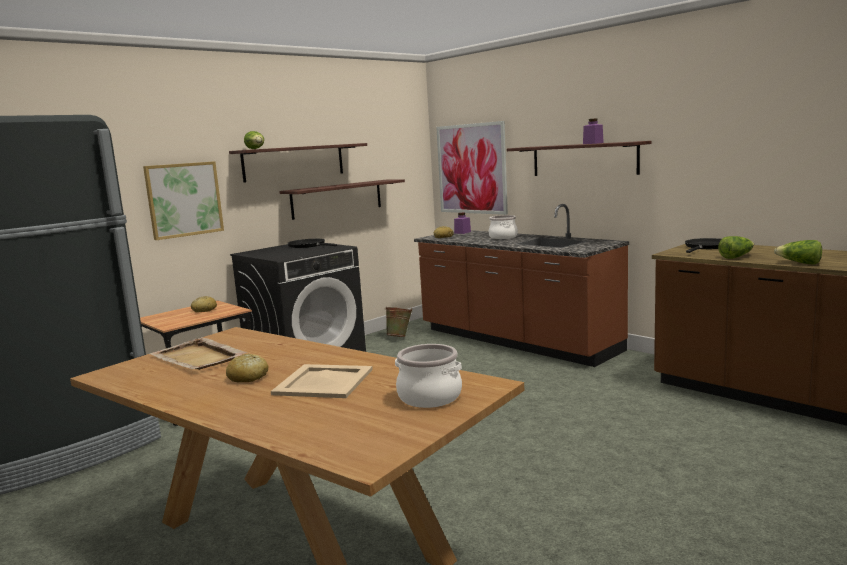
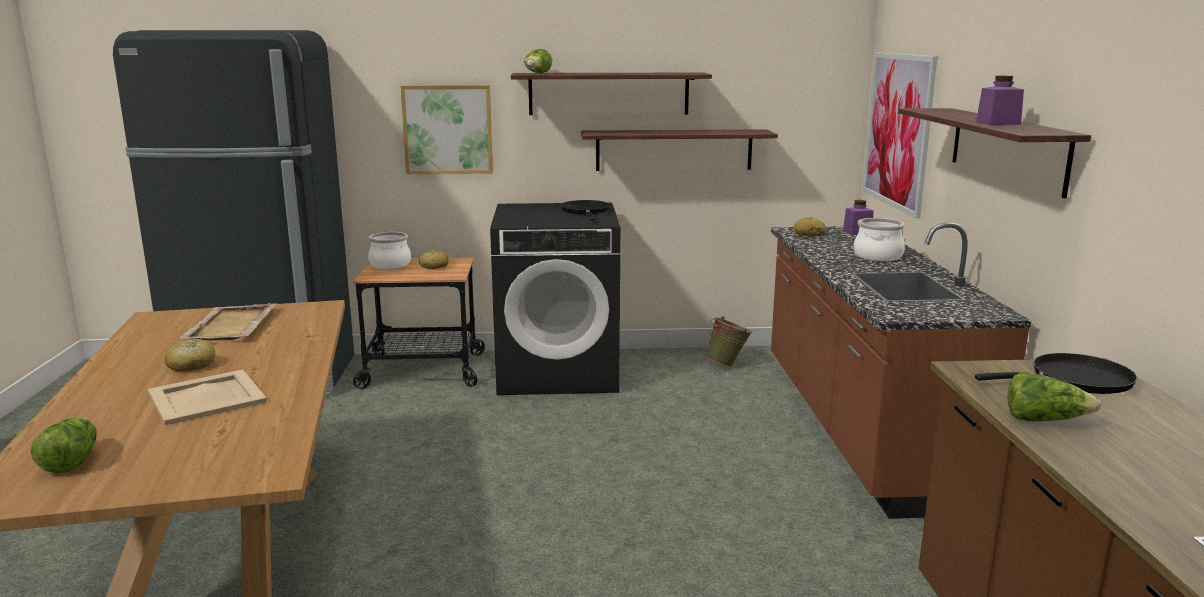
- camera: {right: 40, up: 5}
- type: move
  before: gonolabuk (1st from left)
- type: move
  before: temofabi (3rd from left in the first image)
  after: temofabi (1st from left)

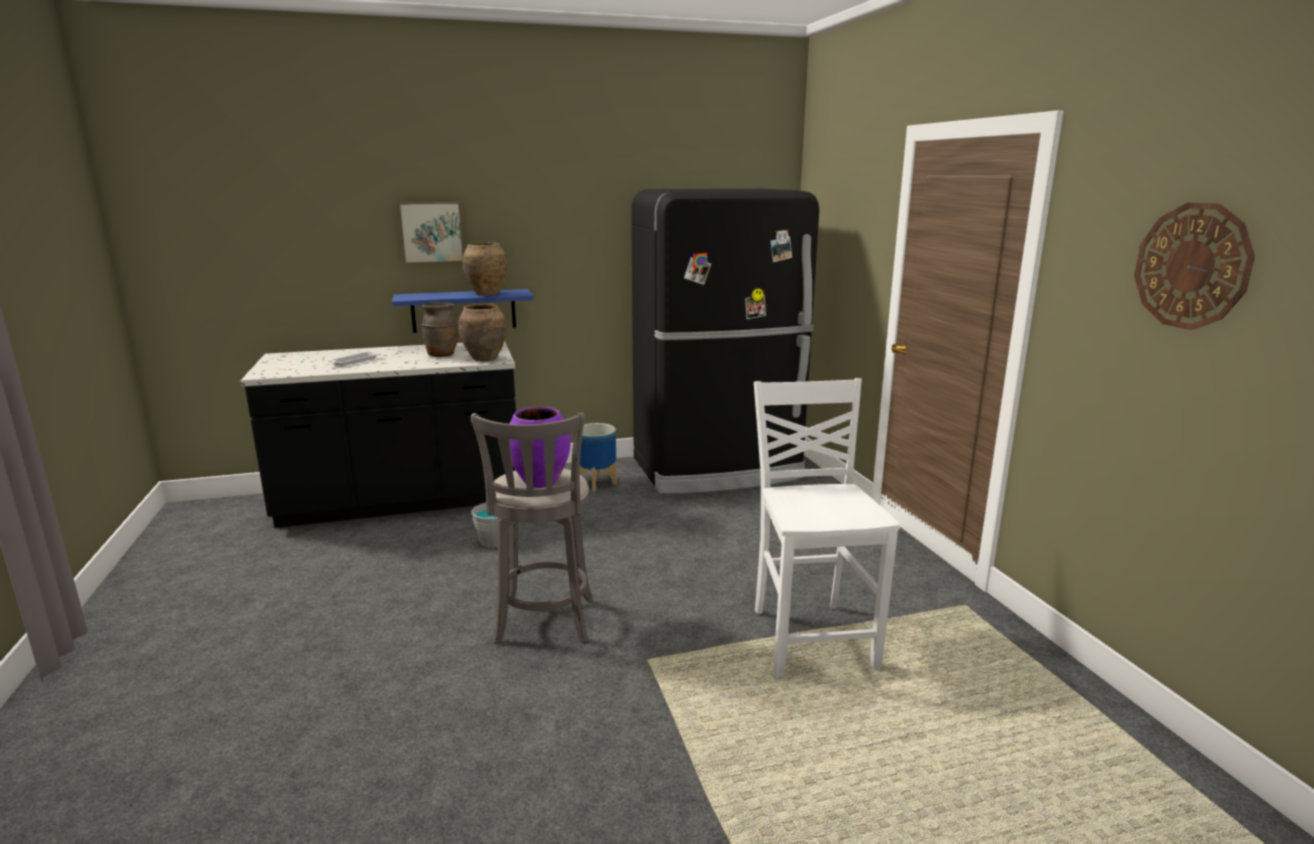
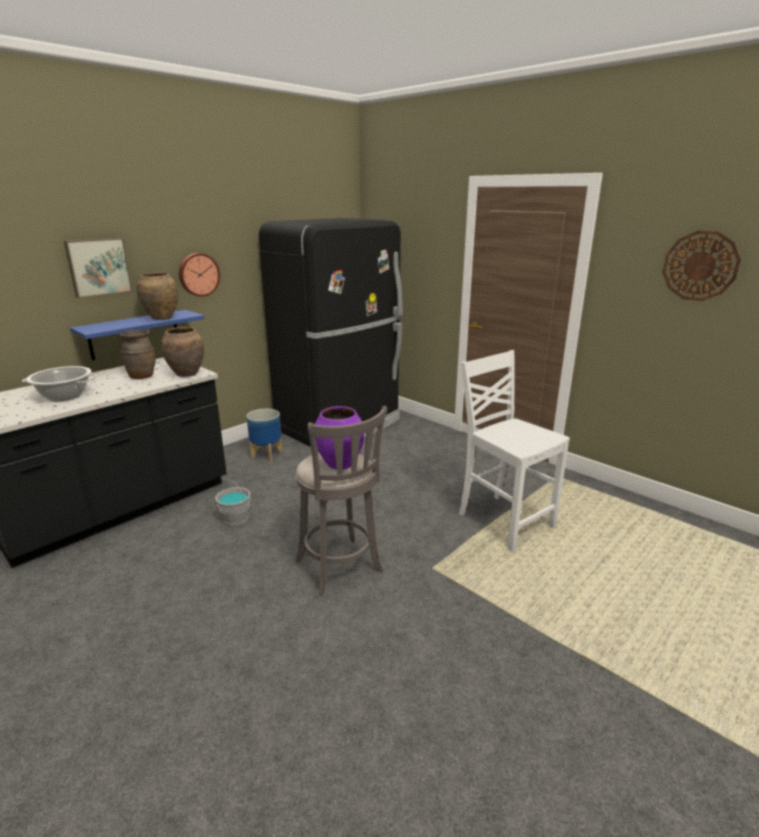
- camera: {right: -30, up: 5}
- type: replace
  before: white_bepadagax
  after: gonolabuk
- type: insert
  after: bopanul (1st from left)

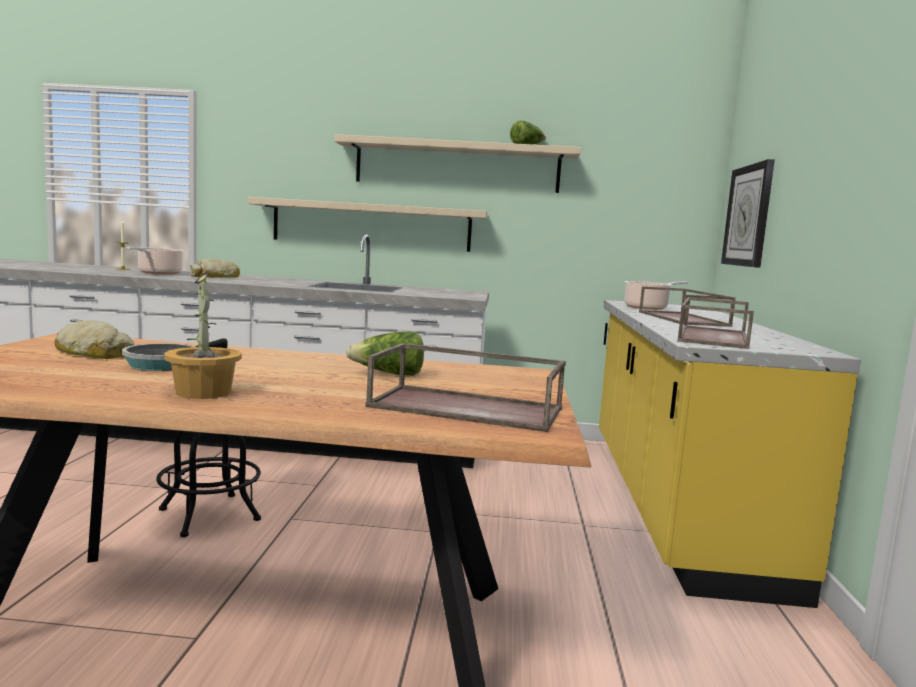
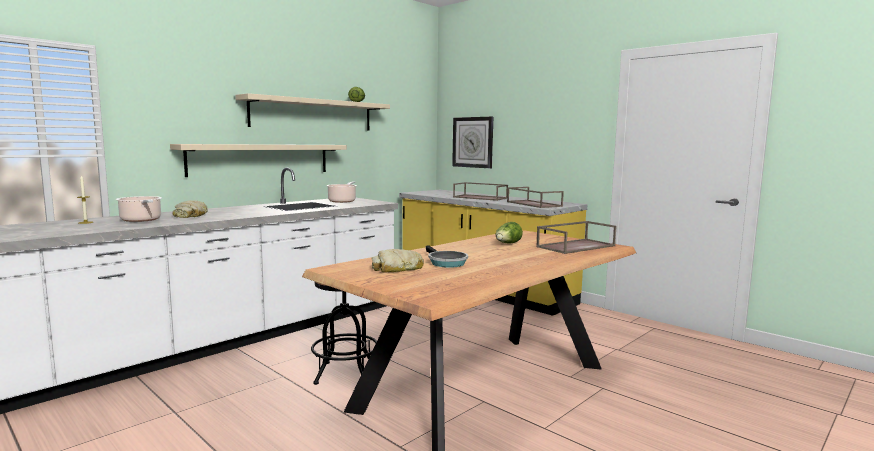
- camera: {right: -50, up: 0}
- type: delete
  before: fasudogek
- type: move
  before: gonolabuk (2nd from left)

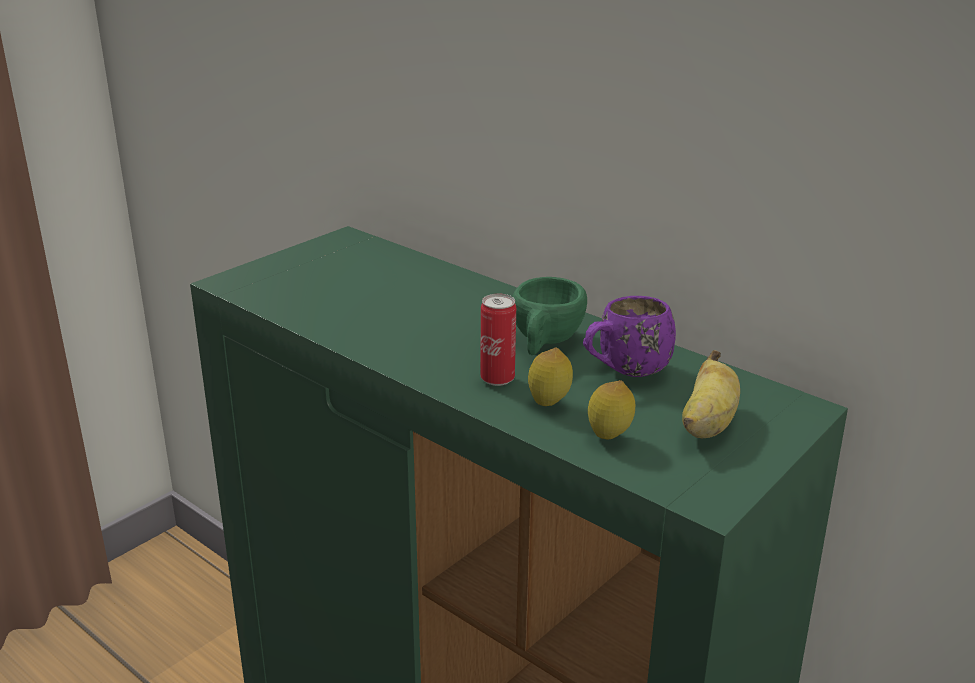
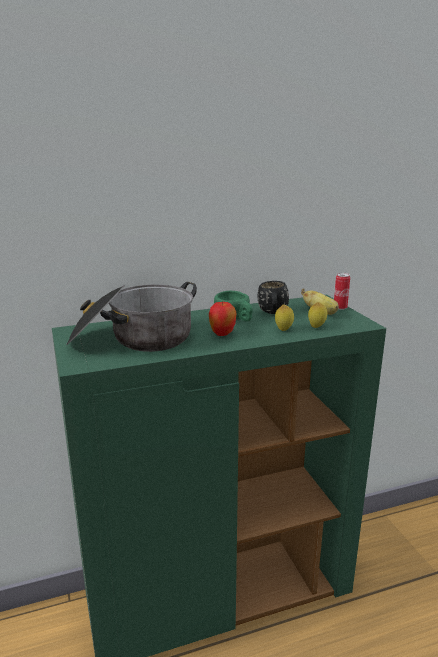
- camera: {right: -60, up: -5}
- type: move
  before: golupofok
- type: recolor
  before: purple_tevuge
  after: black_tevuge
- type: insert
  after: gonolabuk
- type: insert
  after: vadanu

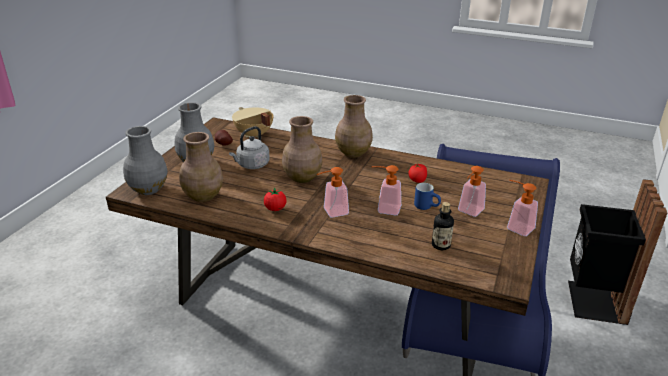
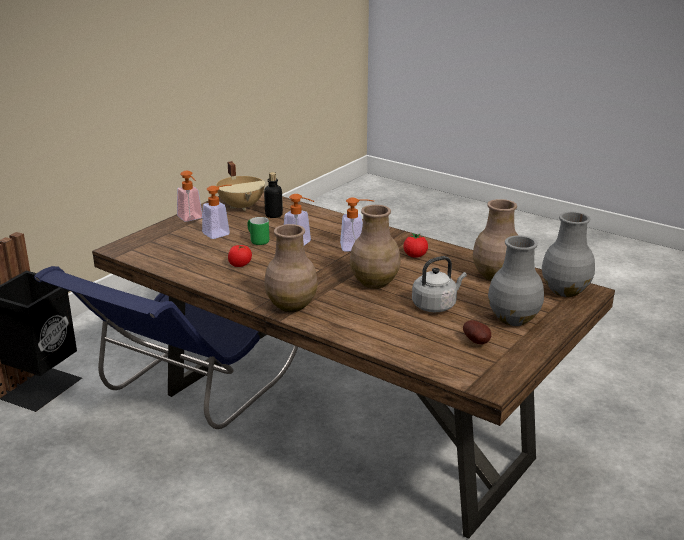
- camera: {right: -165, up: -5}
- type: move
  before: beige_gonolabuk
- type: recolor
  before: blue_tevuge
  after: green_tevuge

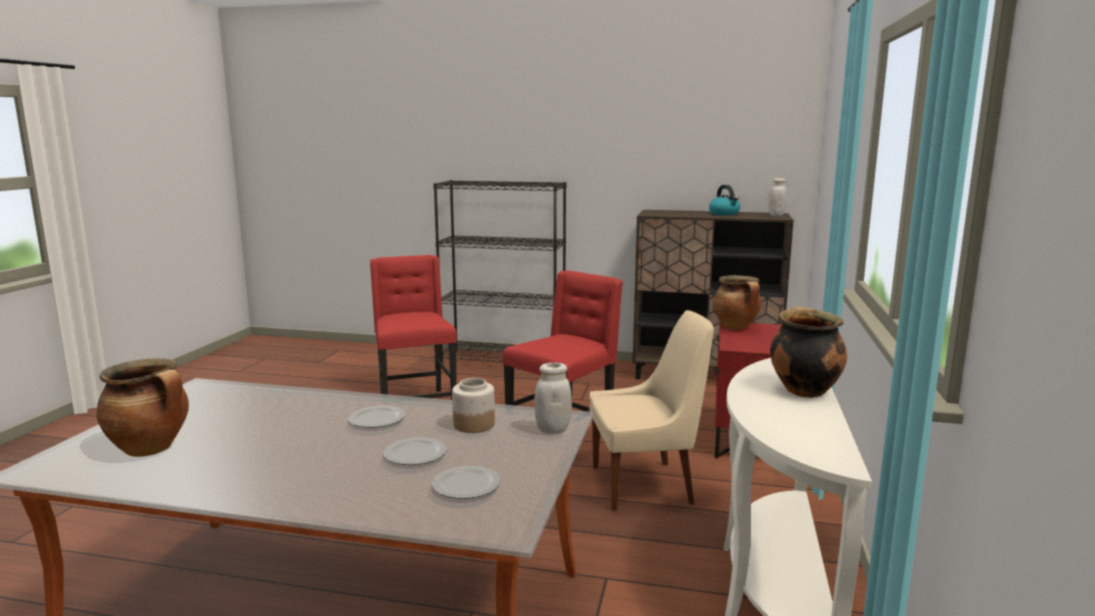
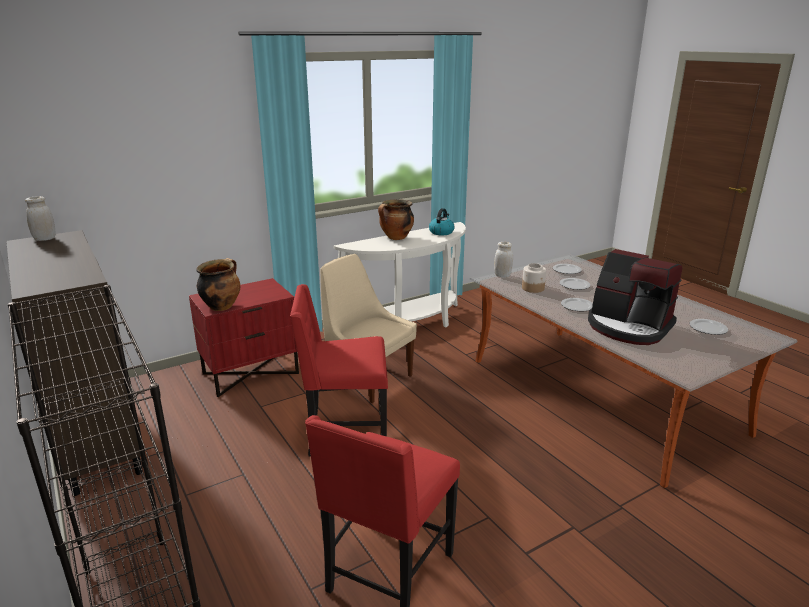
- camera: {right: -135, up: 10}
- type: replace
  before: gonolabuk (1st from left)
  after: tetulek (4th from left)
- type: move
  before: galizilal
- type: insert
  after: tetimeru

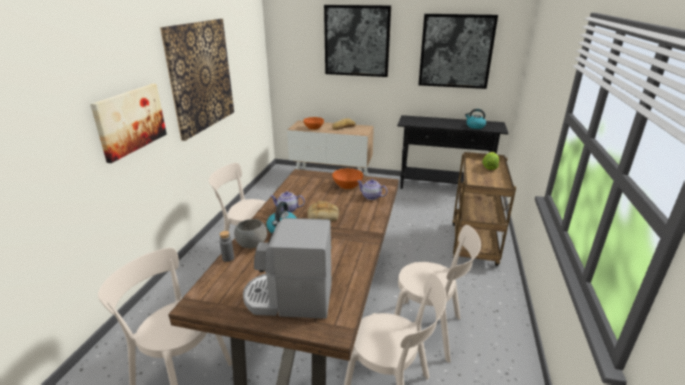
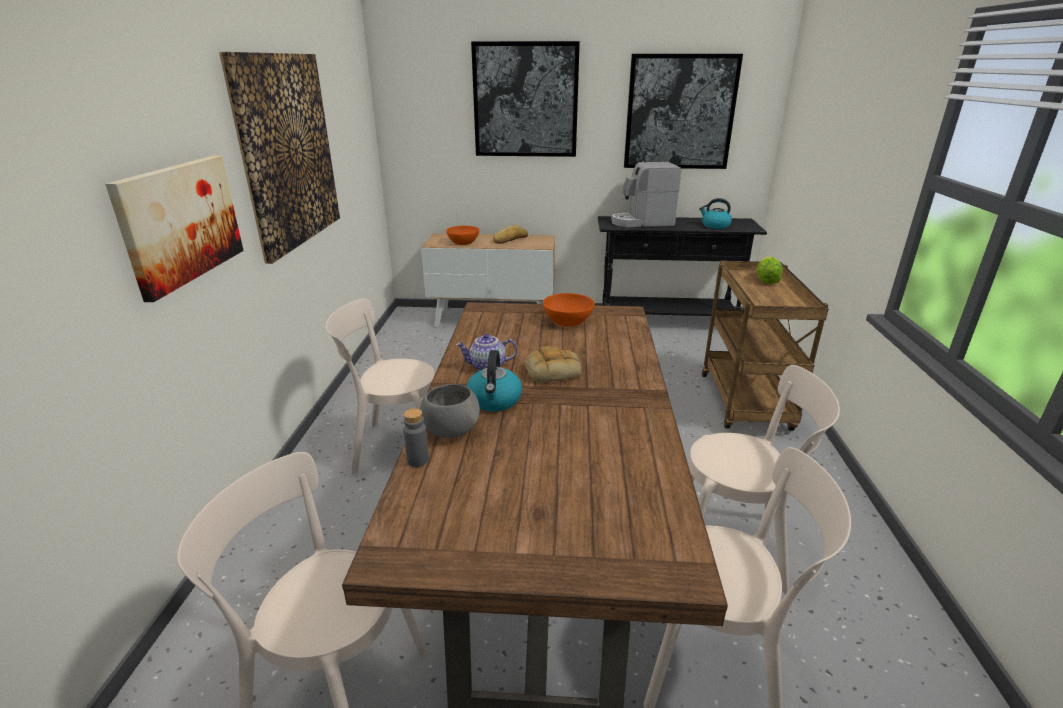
- camera: {right: -10, up: 0}
- type: move
  before: tetimeru
- type: delete
  before: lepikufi (2nd from left)

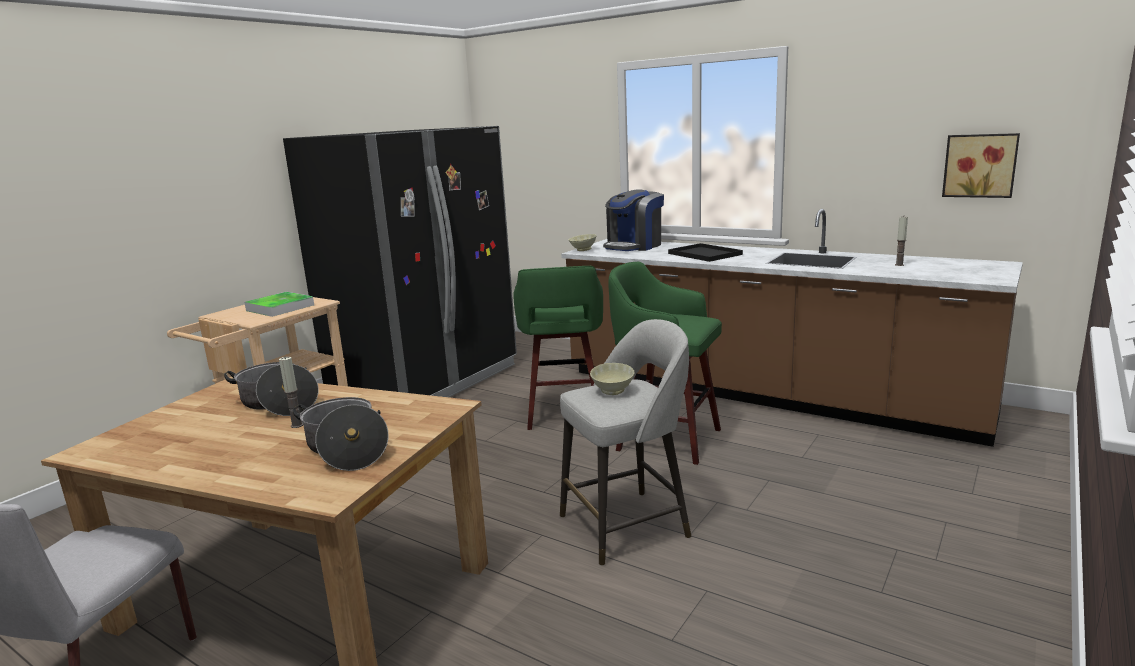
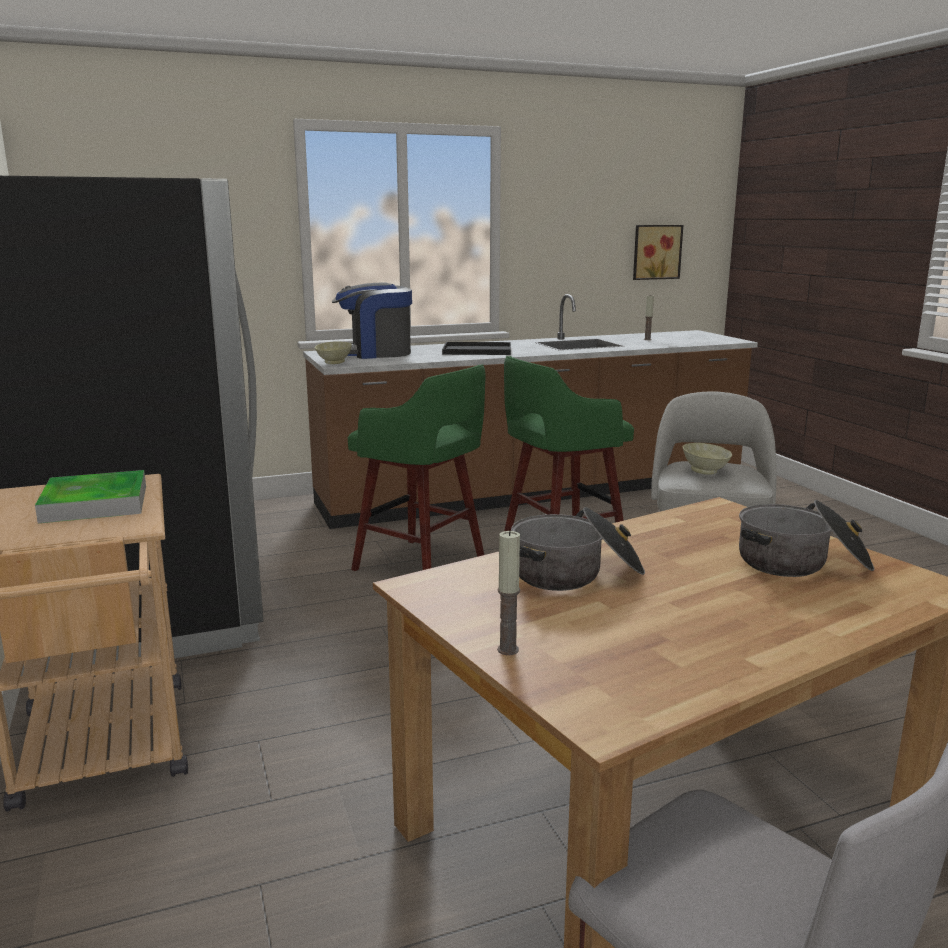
- camera: {right: -55, up: 0}
- type: move
  before: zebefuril (1st from left)
- type: rotate
  before: tetimeru
  turn: 90

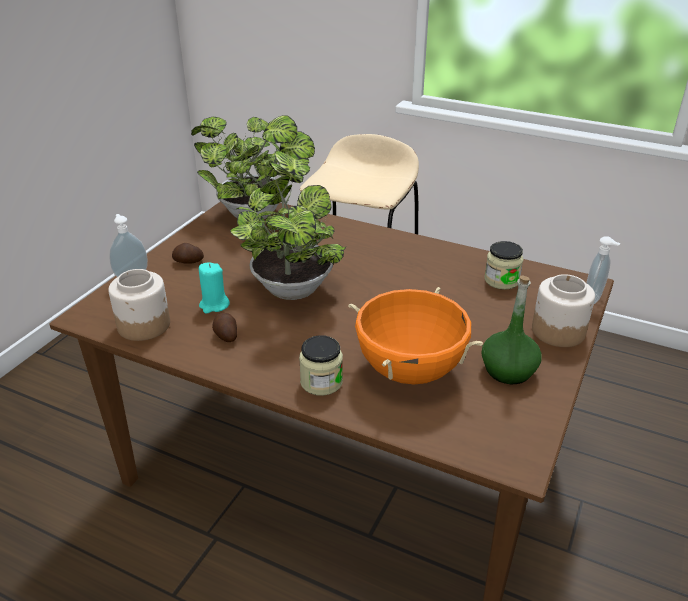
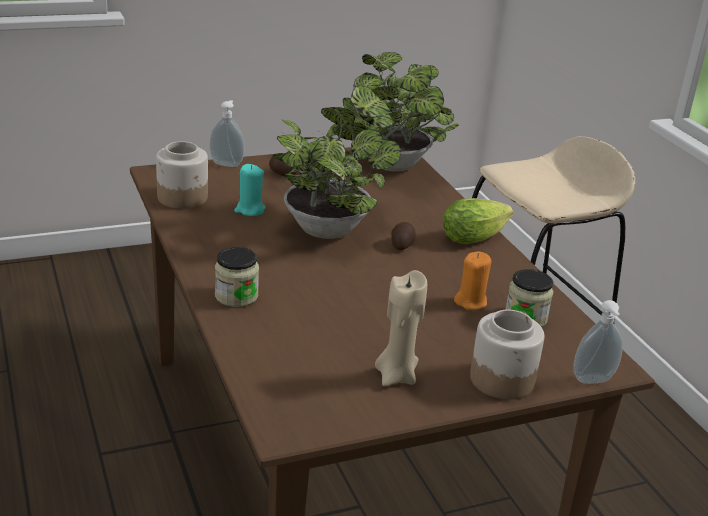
- camera: {right: 40, up: -5}
- type: move
  before: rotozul (2nd from left)
- type: delete
  before: orange_gonolabuk
- type: replace
  before: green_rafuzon
  after: beige_zebefuril
- type: insert
  after: temofabi
- type: insert
  after: orange_zebefuril

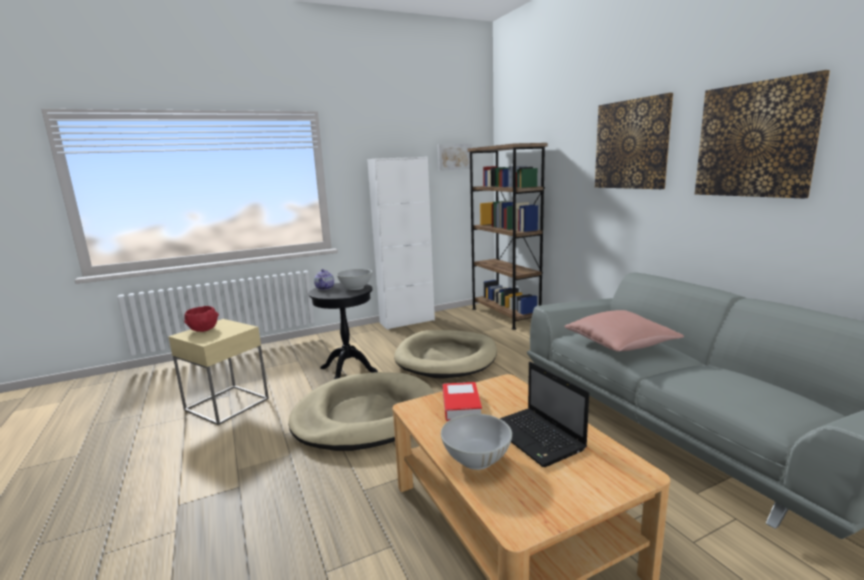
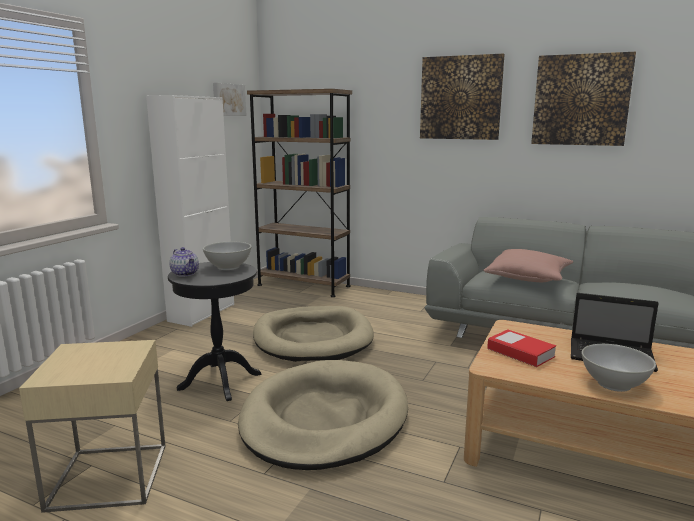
- camera: {right: -40, up: 0}
- type: delete
  before: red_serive

